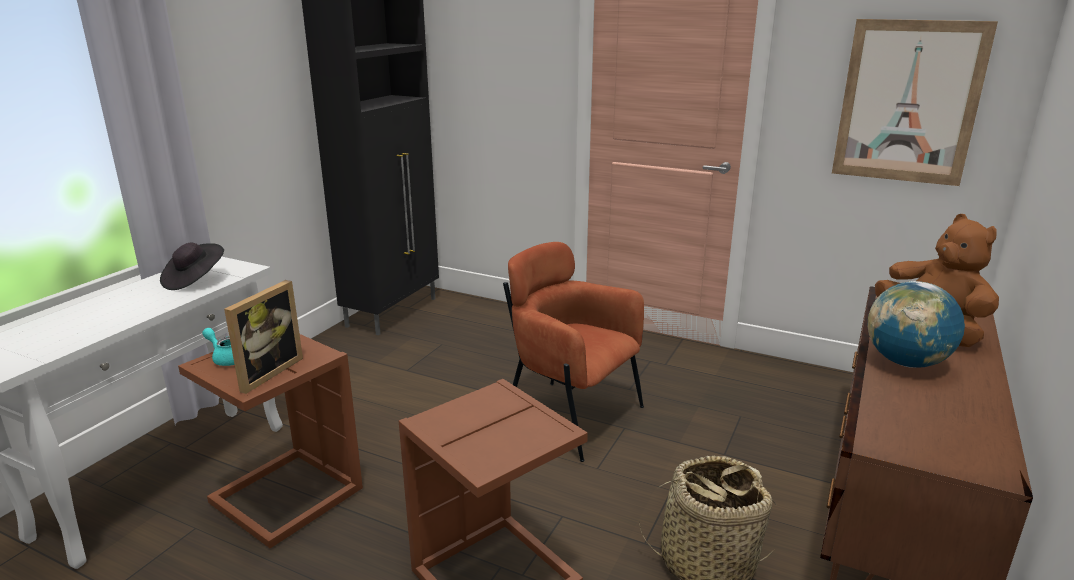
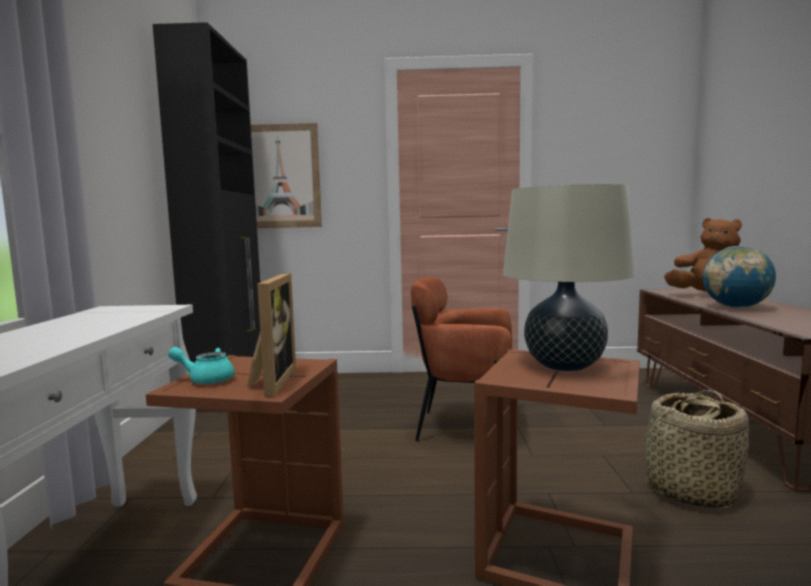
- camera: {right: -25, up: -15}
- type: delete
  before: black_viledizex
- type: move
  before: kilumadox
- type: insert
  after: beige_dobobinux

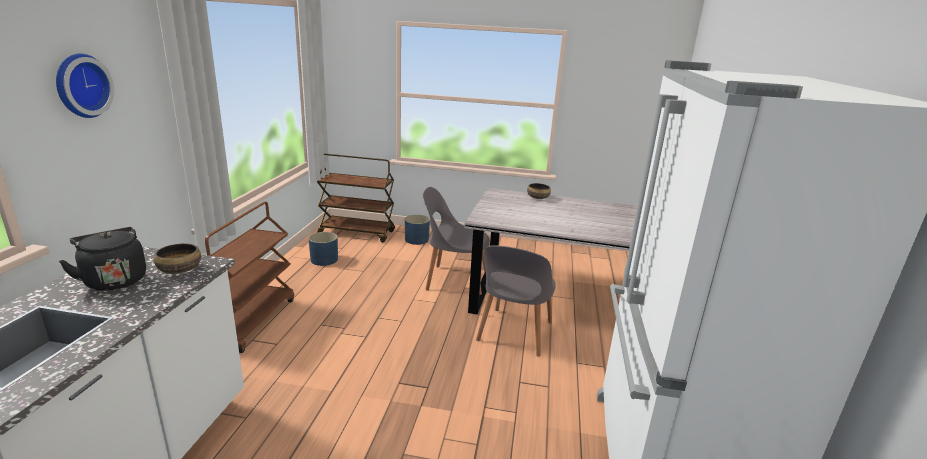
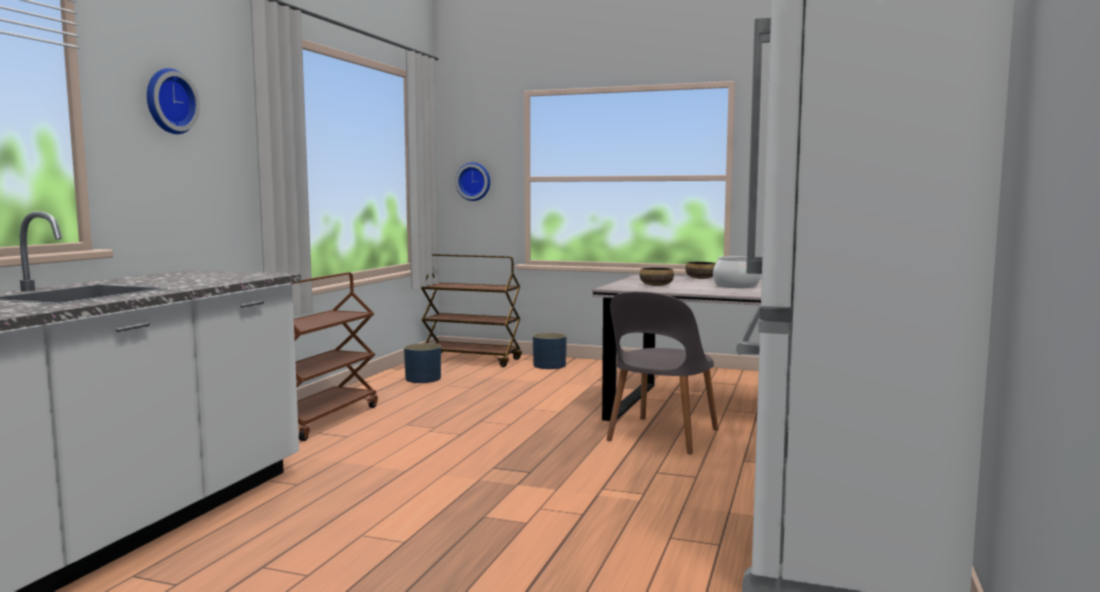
- camera: {right: 10, up: -15}
- type: delete
  before: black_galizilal
- type: move
  before: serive (1st from left)
- type: delete
  before: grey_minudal (1st from left)
- type: insert
  after: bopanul (2nd from left)
- type: insert
  after: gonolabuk

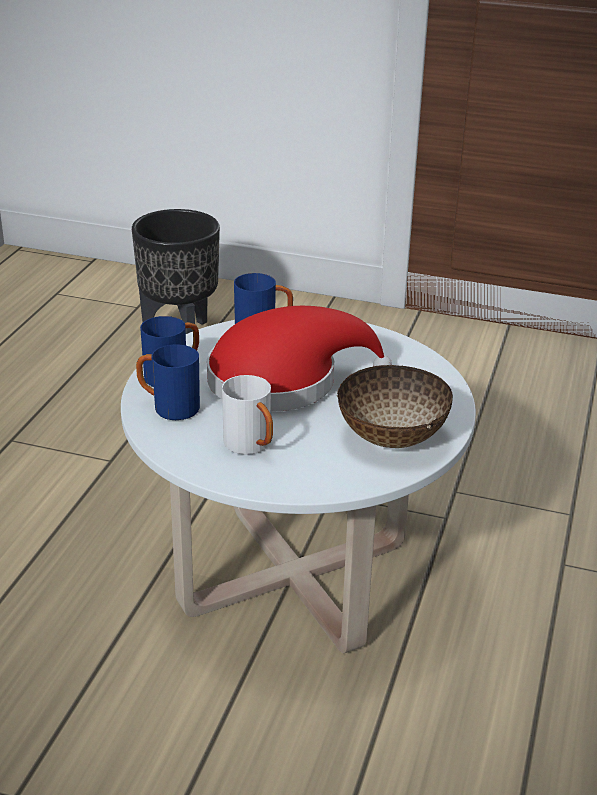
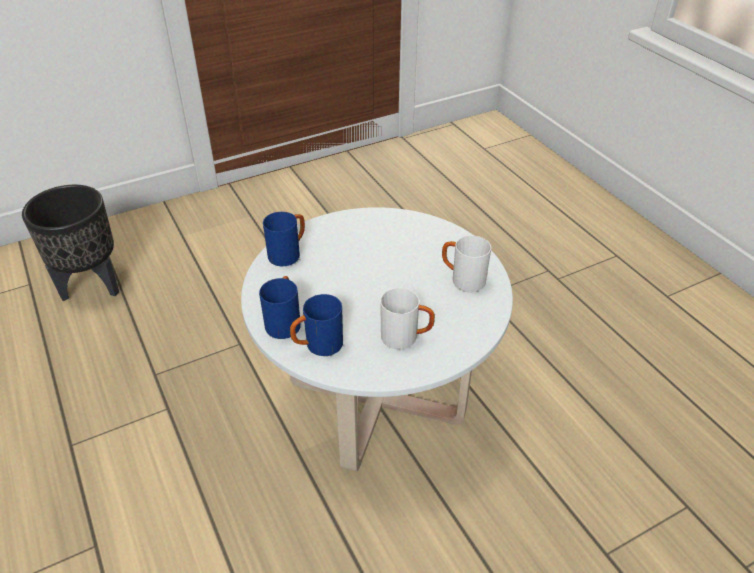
- camera: {right: -45, up: 10}
- type: delete
  before: red_viledizex
- type: replace
  before: serive
  after: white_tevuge (2nd from left)

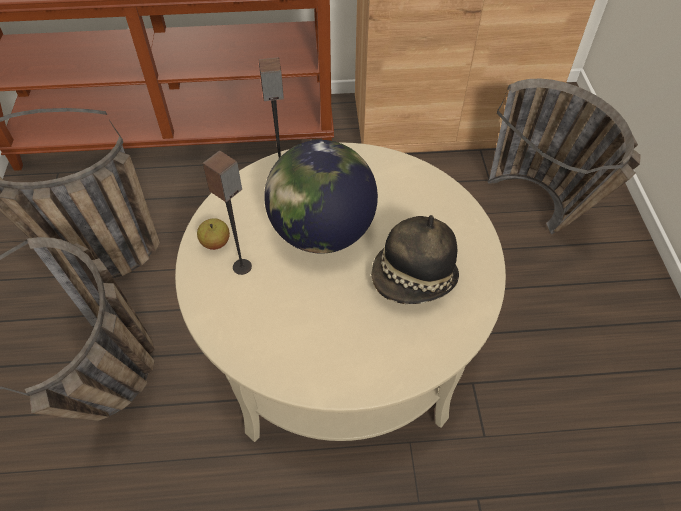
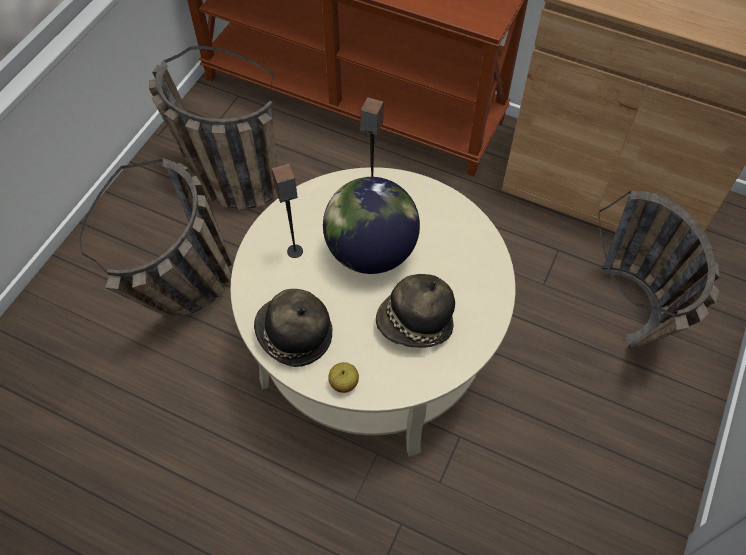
- camera: {right: 30, up: 5}
- type: move
  before: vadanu
- type: insert
  after: viledizex (1st from left)

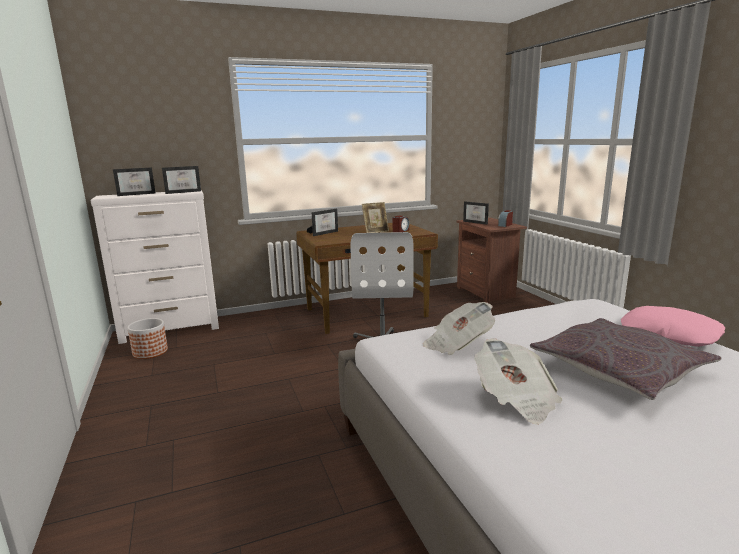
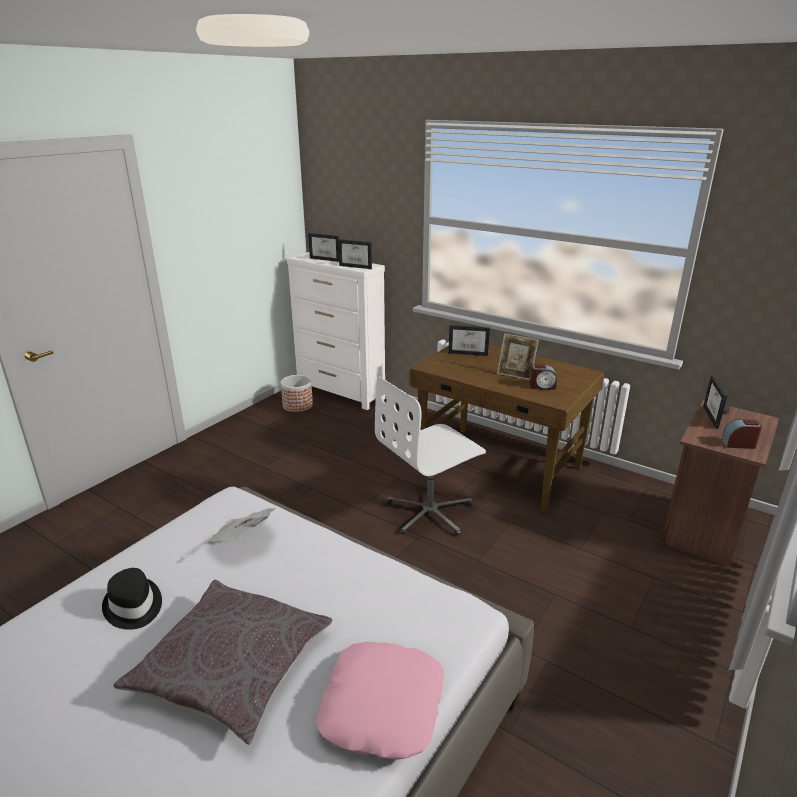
- camera: {right: 55, up: 10}
- type: replace
  before: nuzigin (2nd from left)
  after: black_viledizex

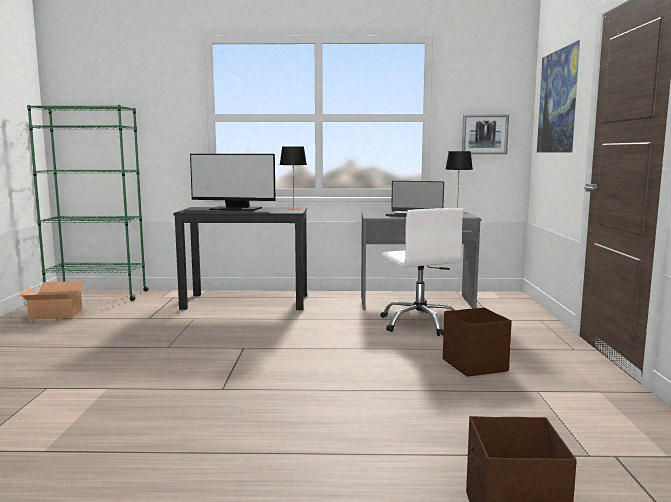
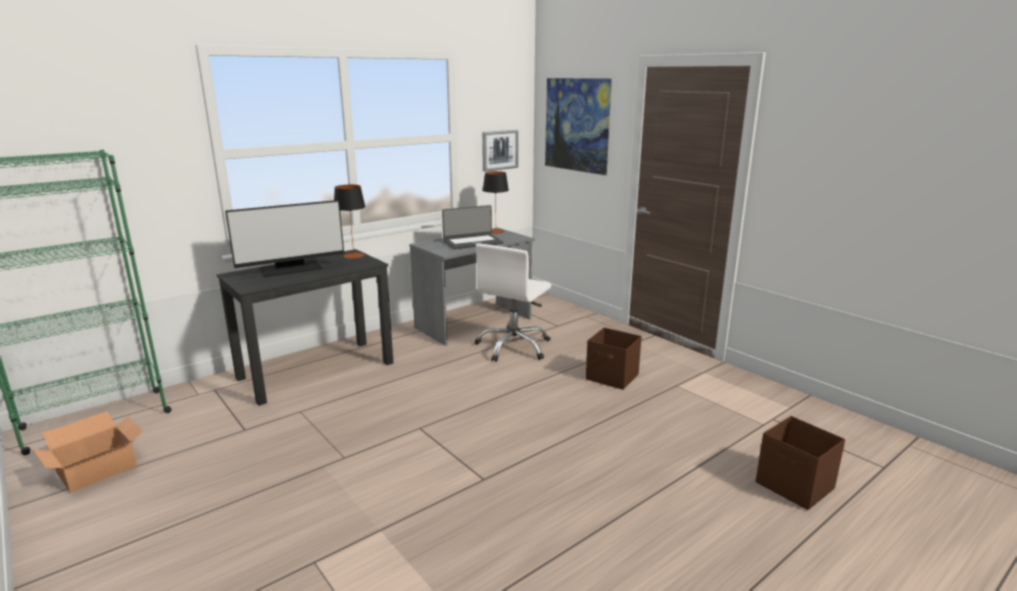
- camera: {right: -40, up: 10}
- type: rotate
  before: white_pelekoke
  turn: 90

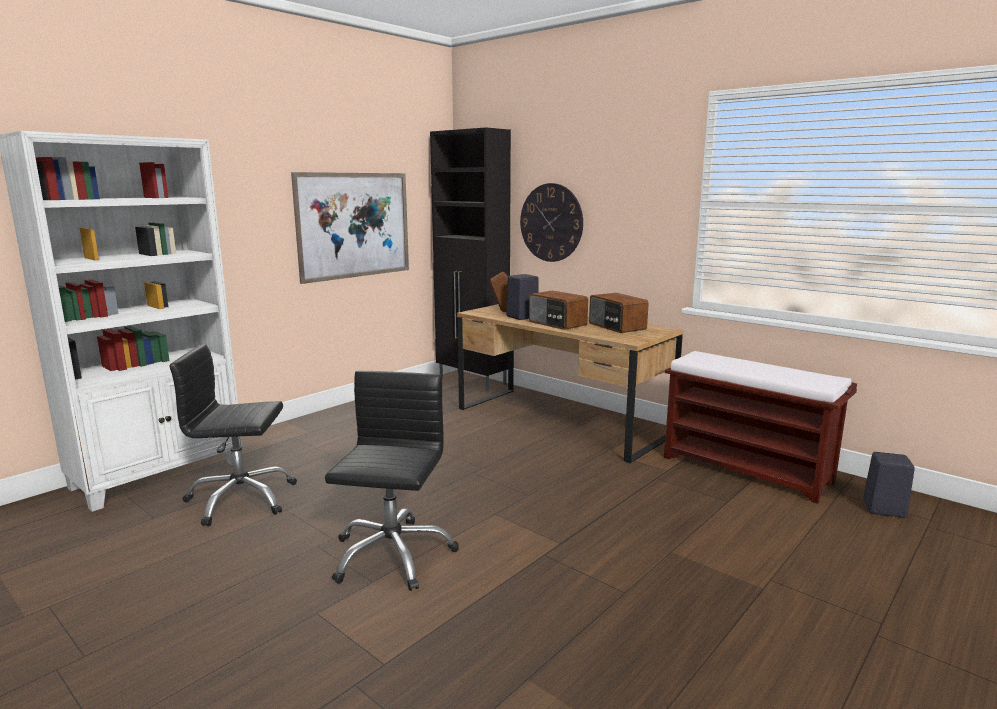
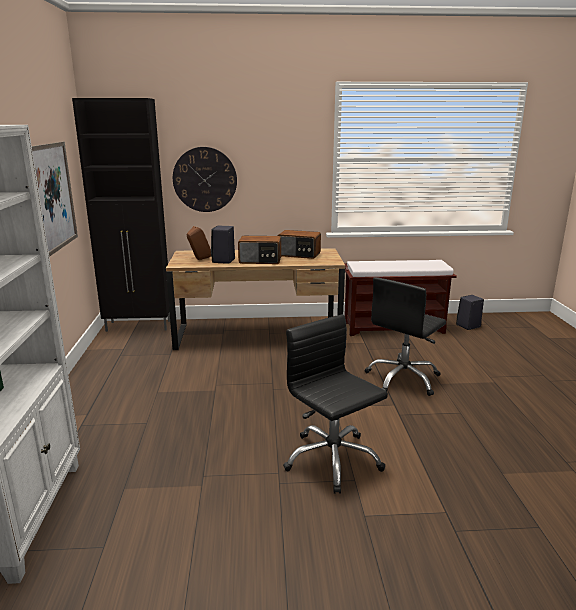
- camera: {right: -45, up: 5}
- type: move
  before: black_pelekoke (1st from left in the first image)
  after: black_pelekoke (2nd from left)

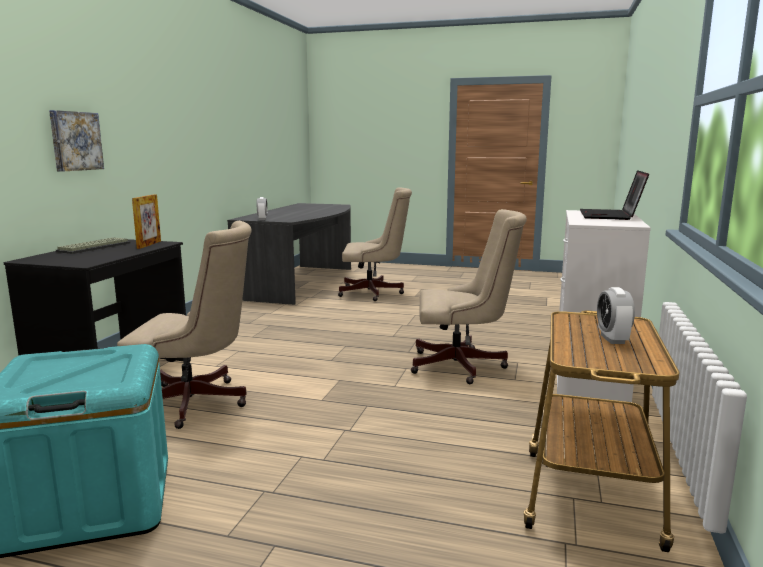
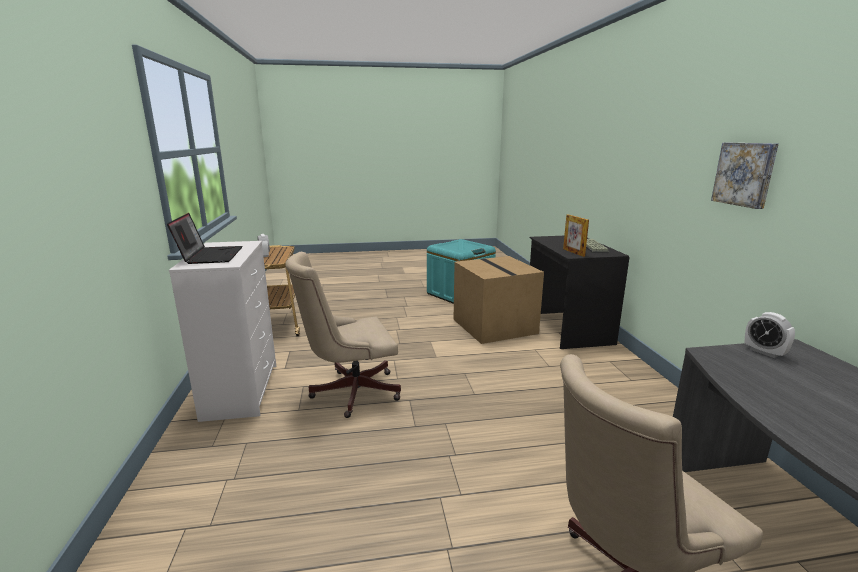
- camera: {right: 155, up: 5}
- type: move
  before: kilumadox
- type: replace
  before: beige_pelekoke (1st from left)
  after: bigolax

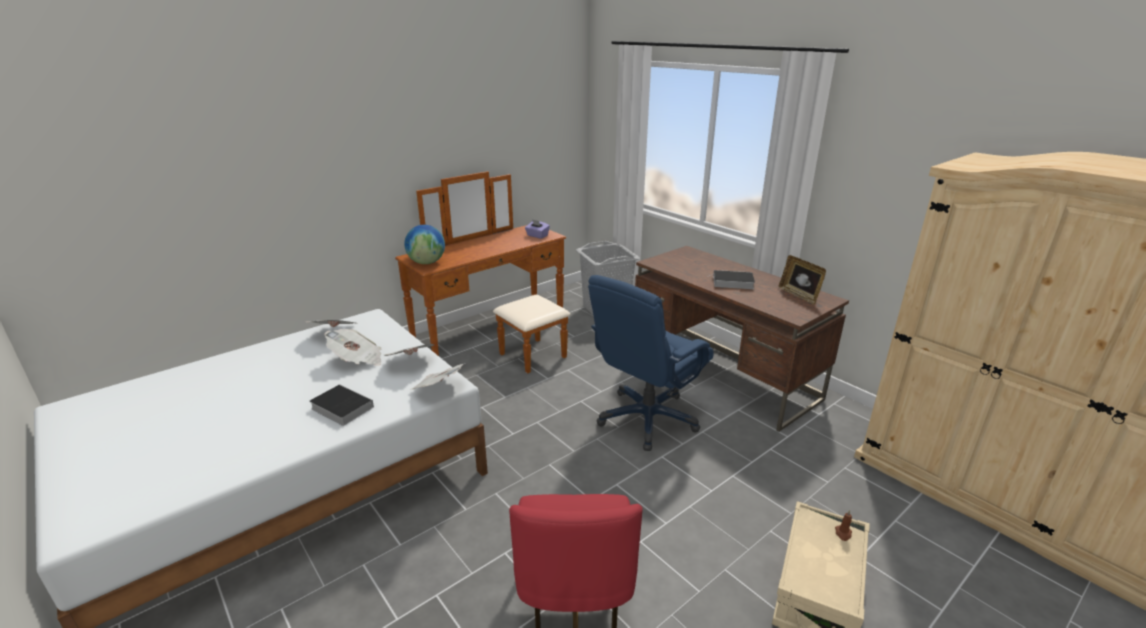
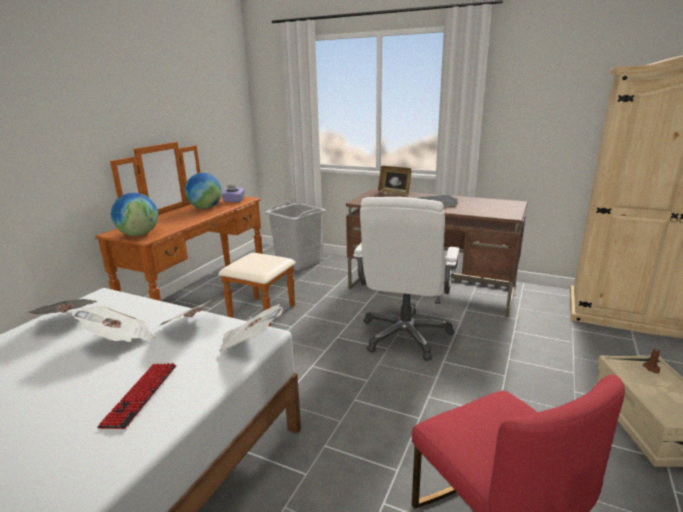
- camera: {right: -25, up: -5}
- type: replace
  before: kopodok (1st from left)
  after: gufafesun
- type: recolor
  before: blue_pelekoke
  after: white_pelekoke
- type: move
  before: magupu
- type: insert
  after: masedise (2nd from left)

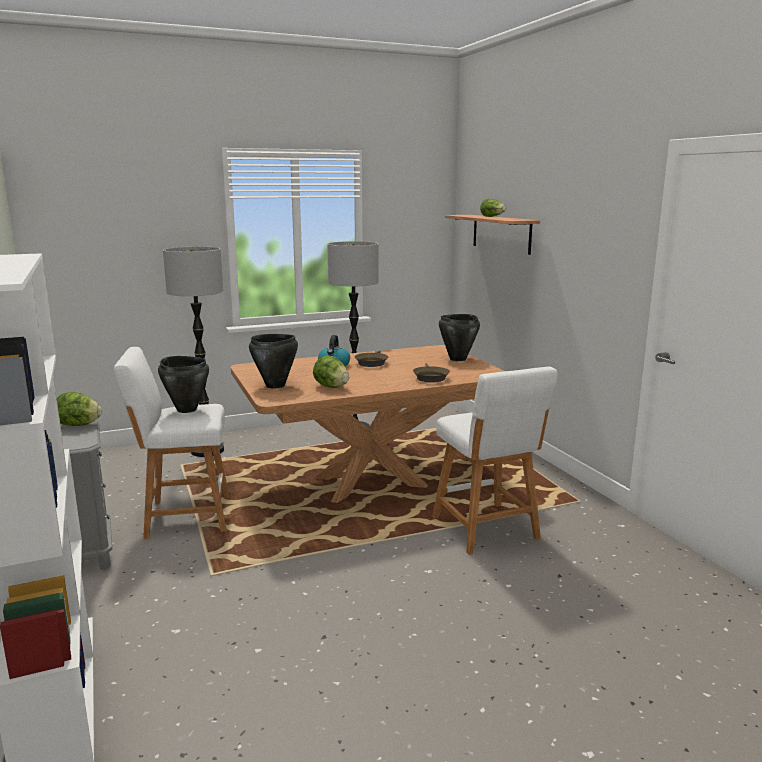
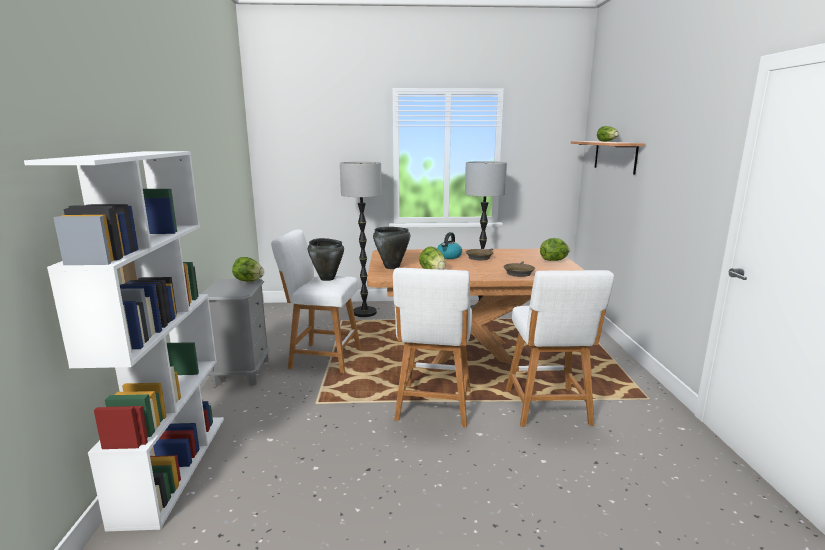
- camera: {right: 20, up: 0}
- type: replace
  before: black_gonolabuk (3rd from left)
  after: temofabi (3rd from left)
- type: insert
  after: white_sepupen (2nd from left)

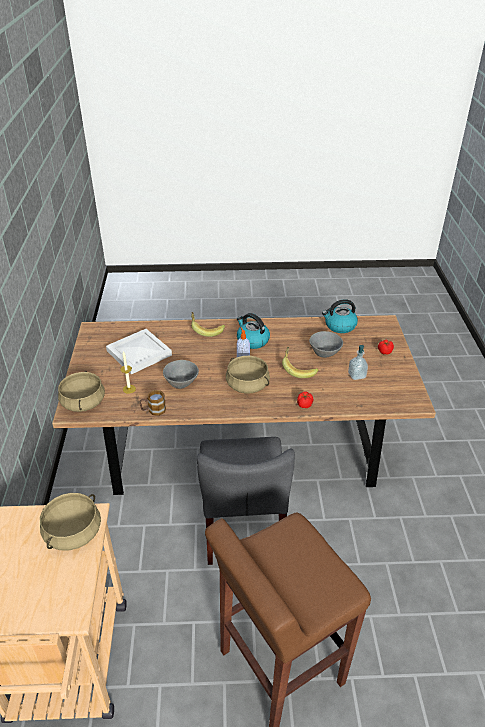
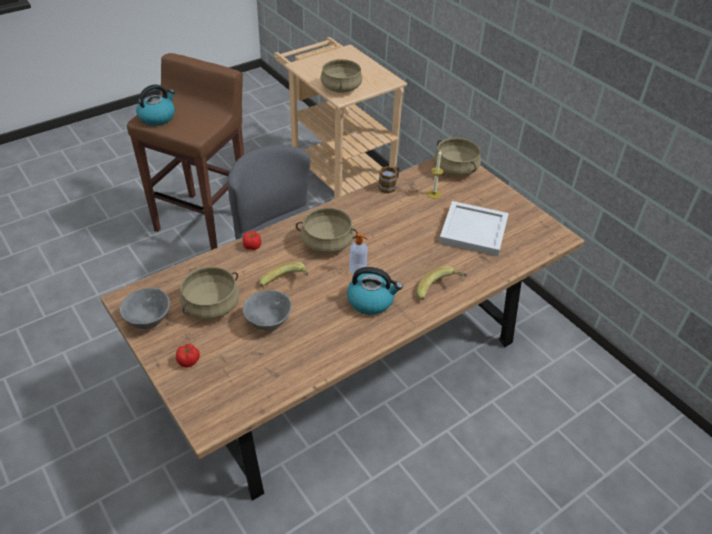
- camera: {right: 145, up: 5}
- type: move
  before: grey_serive (1st from left)
- type: move
  before: galizilal (2nd from left in the first image)
  after: galizilal (1st from left)
- type: replace
  before: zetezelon (2nd from left)
  after: beige_gonolabuk (1st from left)

